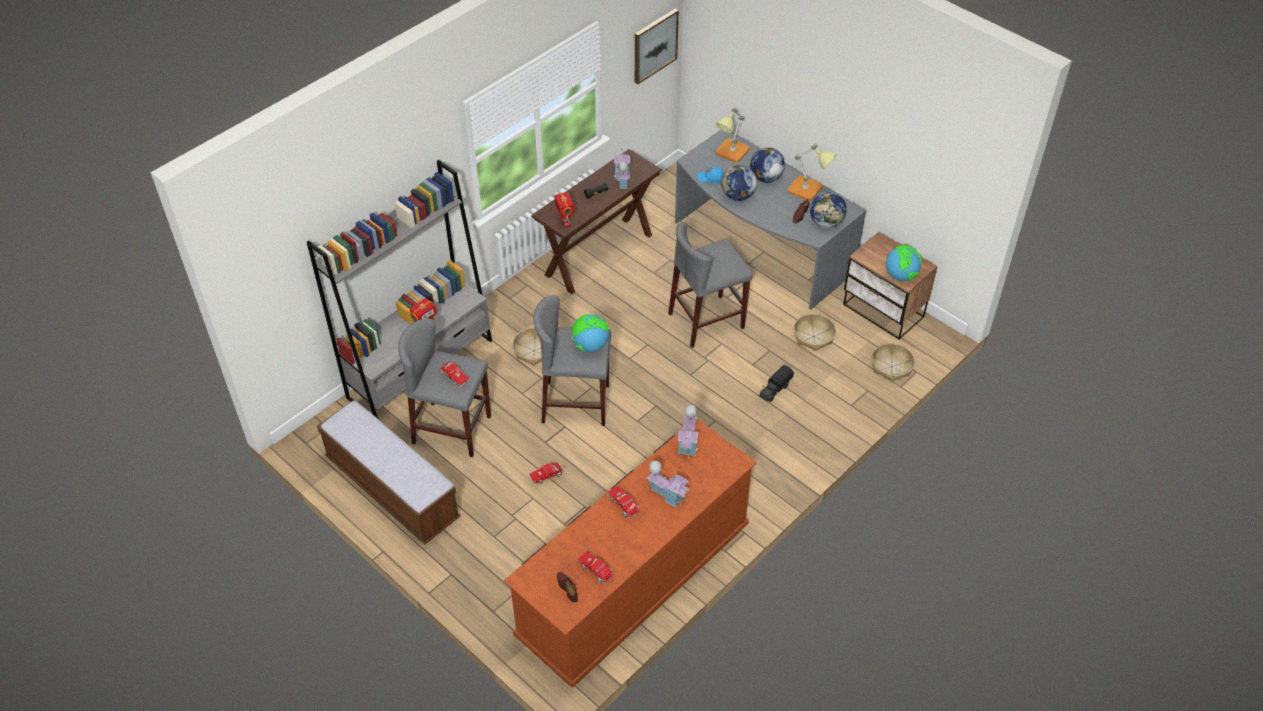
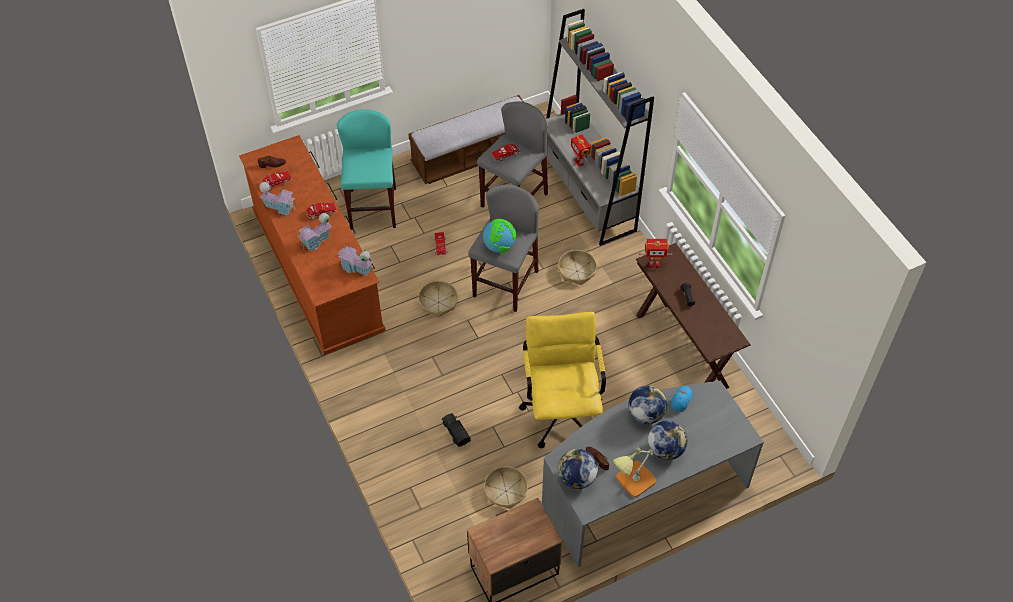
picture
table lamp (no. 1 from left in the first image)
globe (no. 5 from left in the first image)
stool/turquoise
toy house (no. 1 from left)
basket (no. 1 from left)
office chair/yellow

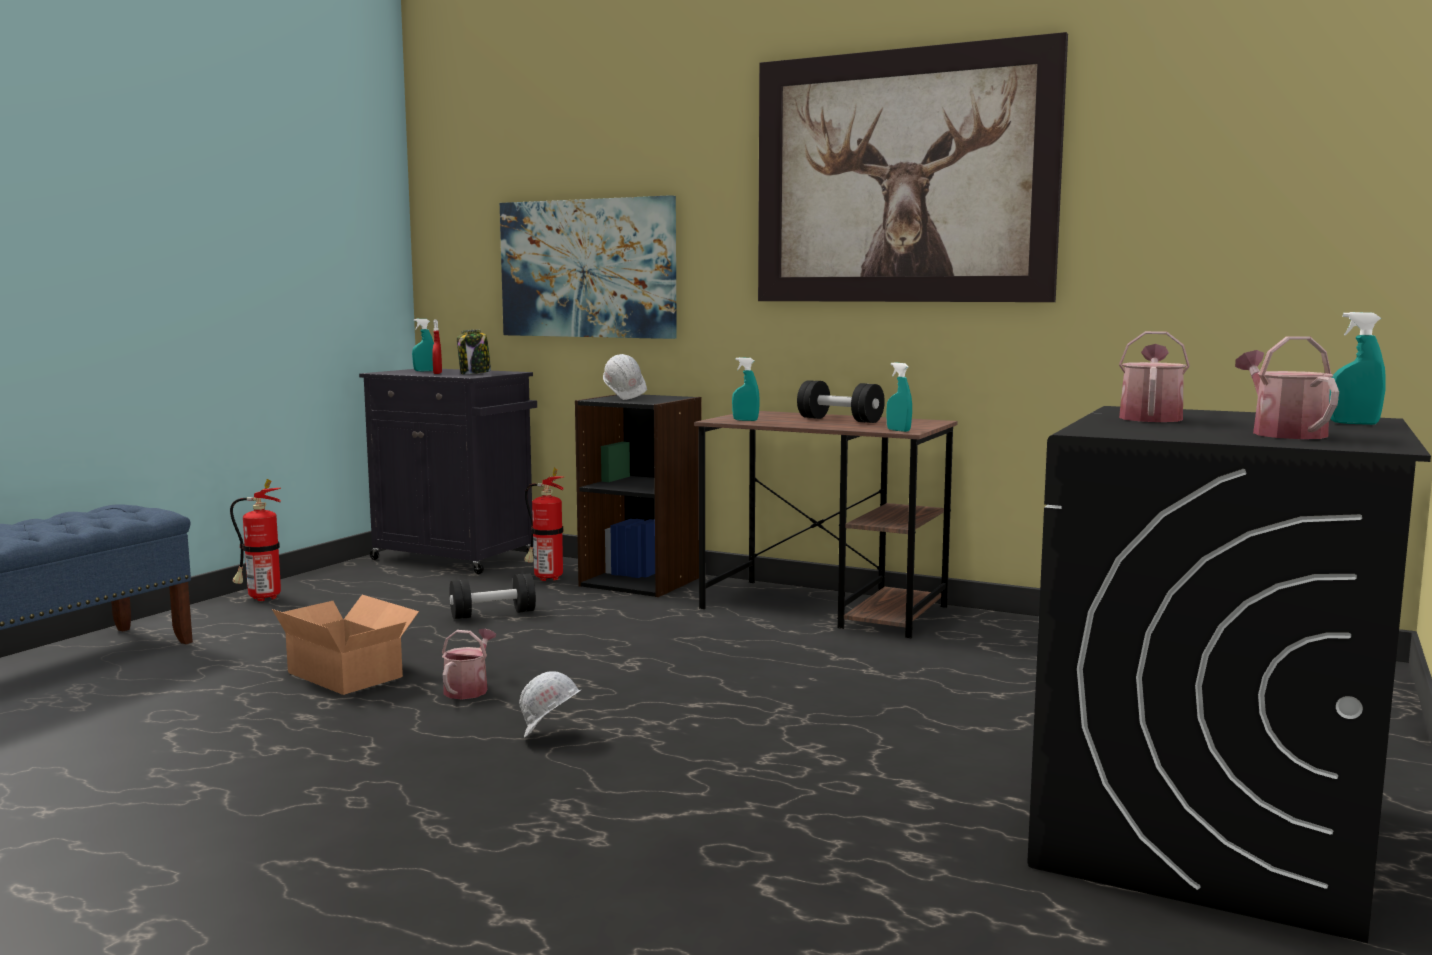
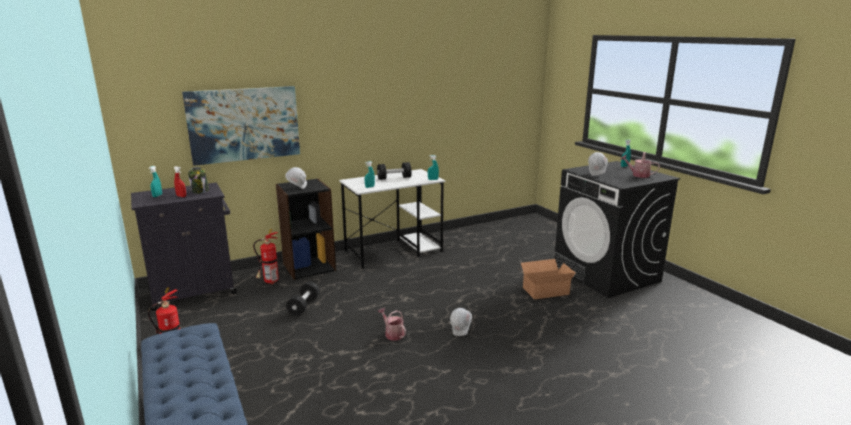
picture (no. 2 from left in the first image)
cardboard box
hard hat/white (no. 3 from left)
desk/white

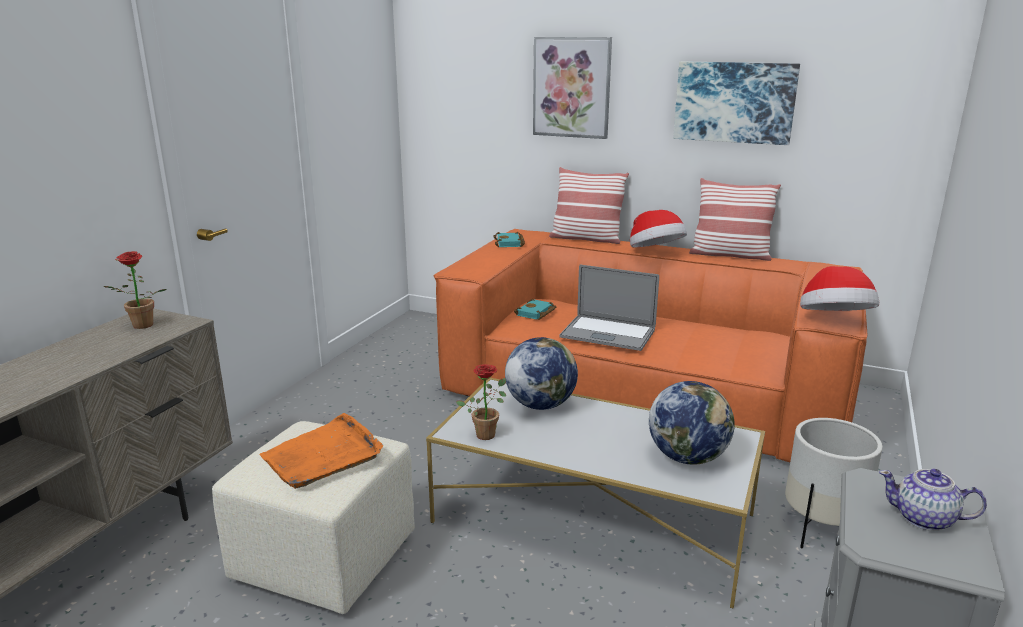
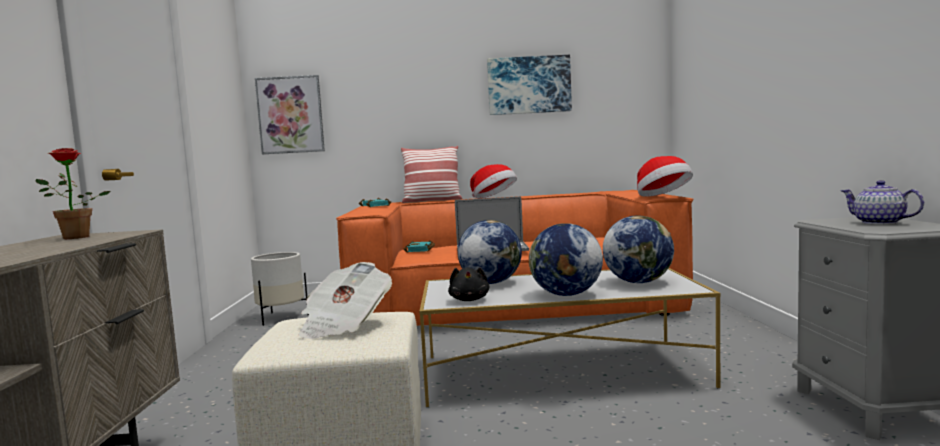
pillow (no. 2 from left in the first image)
globe (no. 2 from left)
picture (no. 1 from left)
planter/white
newspaper
plush toy/black
teapot

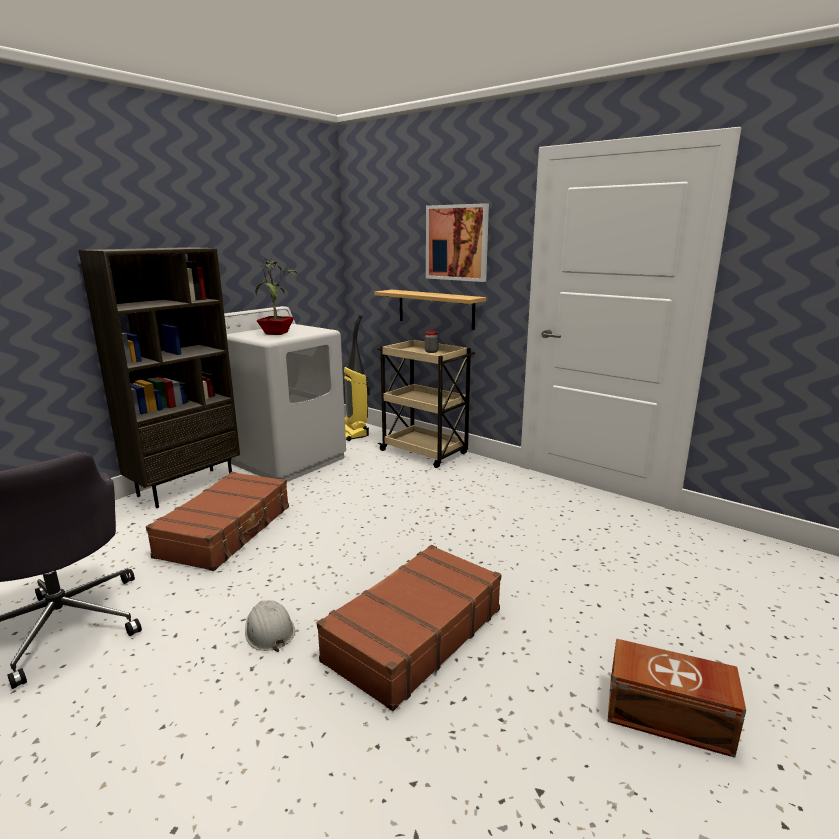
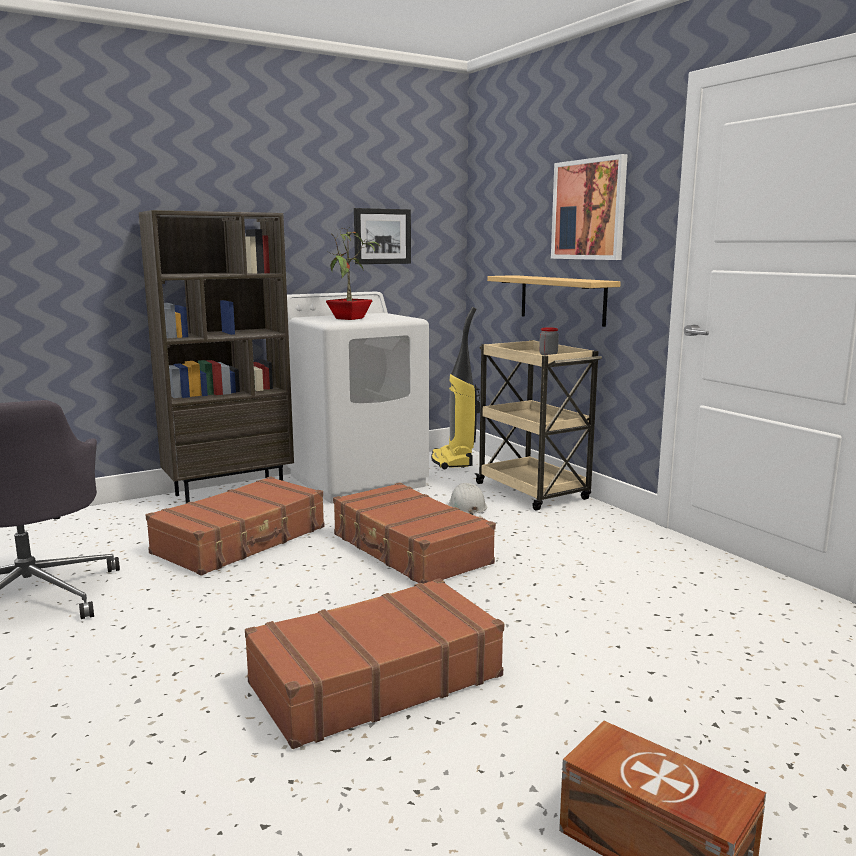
suitcase/brown (no. 3 from left)
picture (no. 1 from left)
hard hat/white

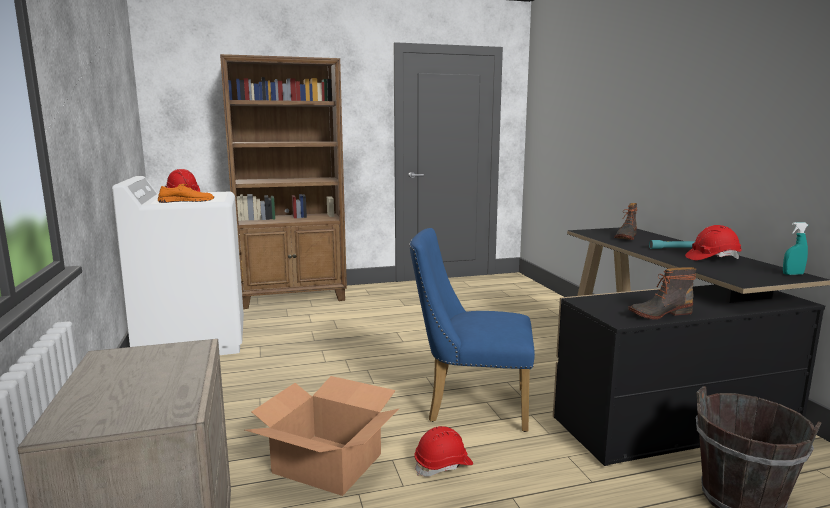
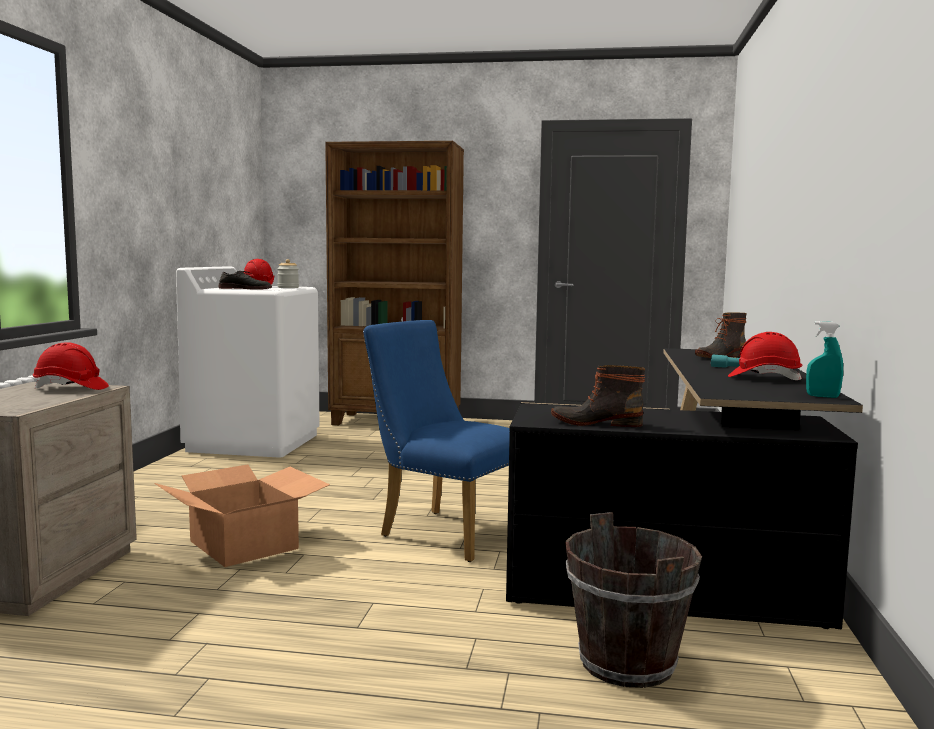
jar
hard hat/red (no. 1 from left)
shoe/grey

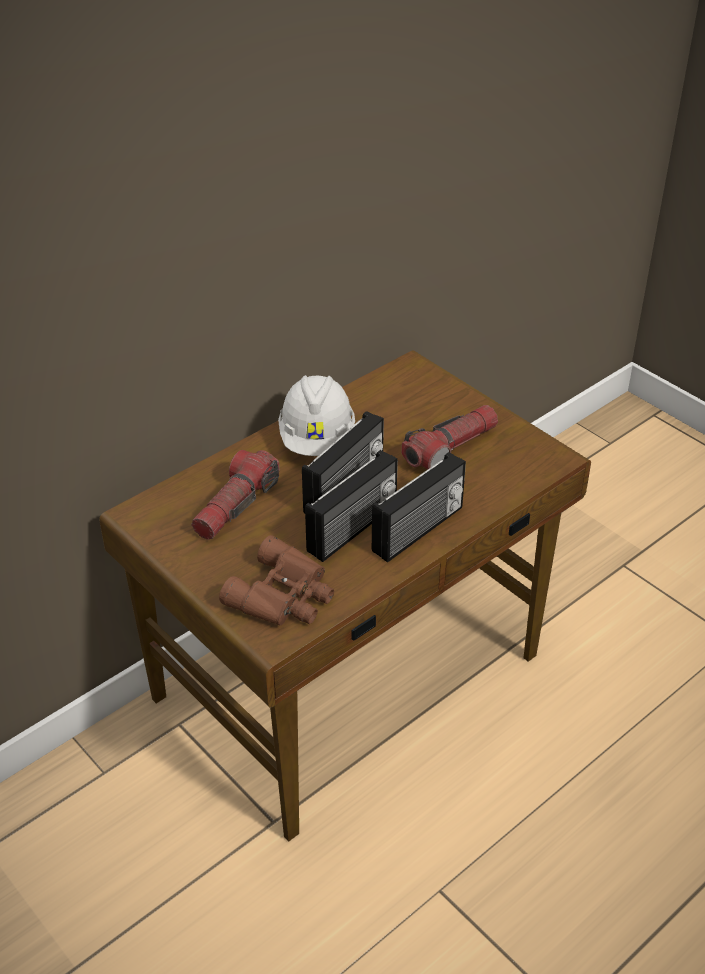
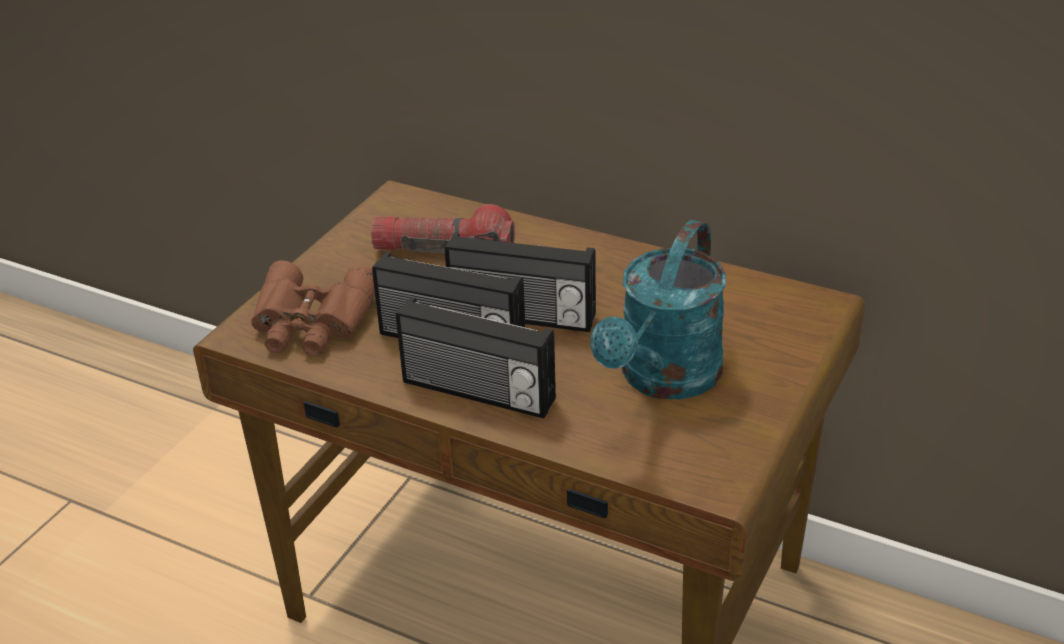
hard hat/white
watering can/turquoise

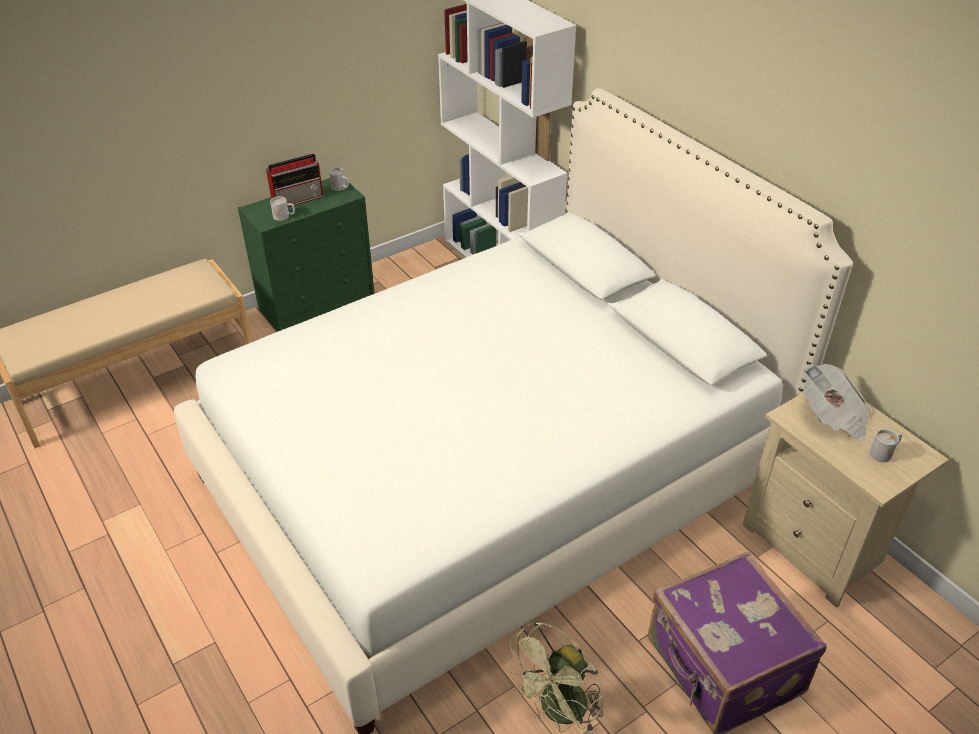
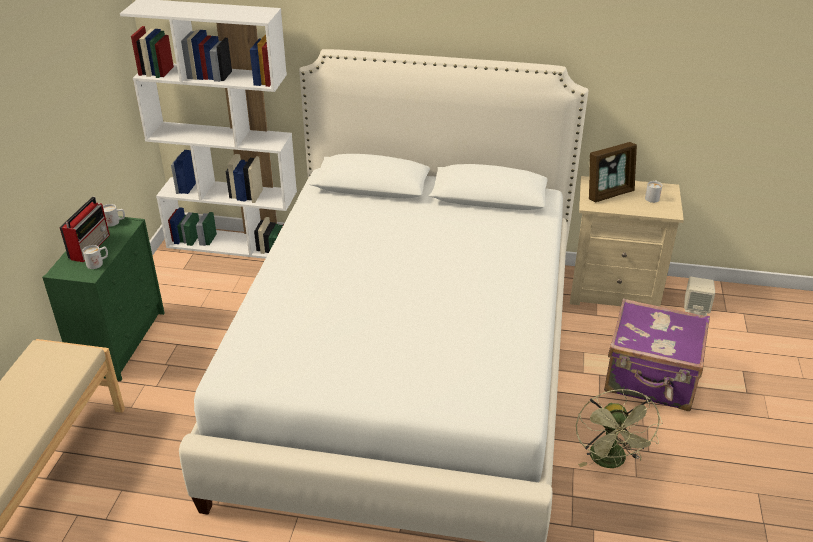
speaker/beige
picture frame

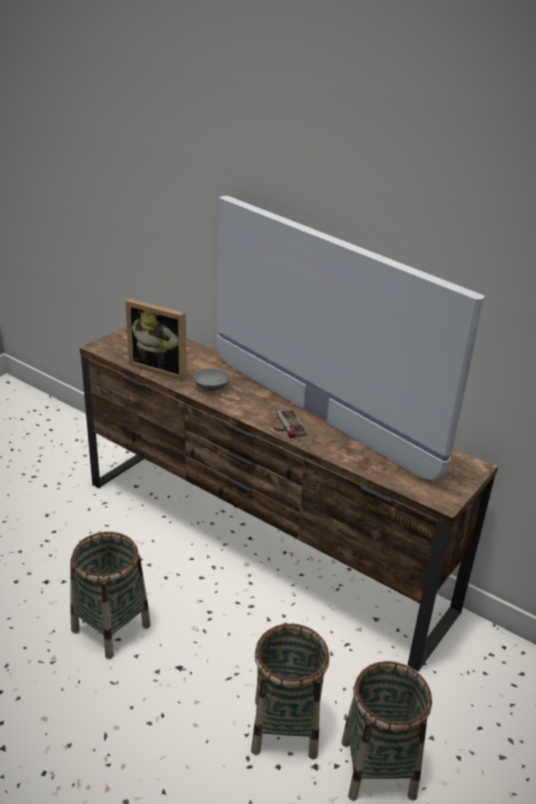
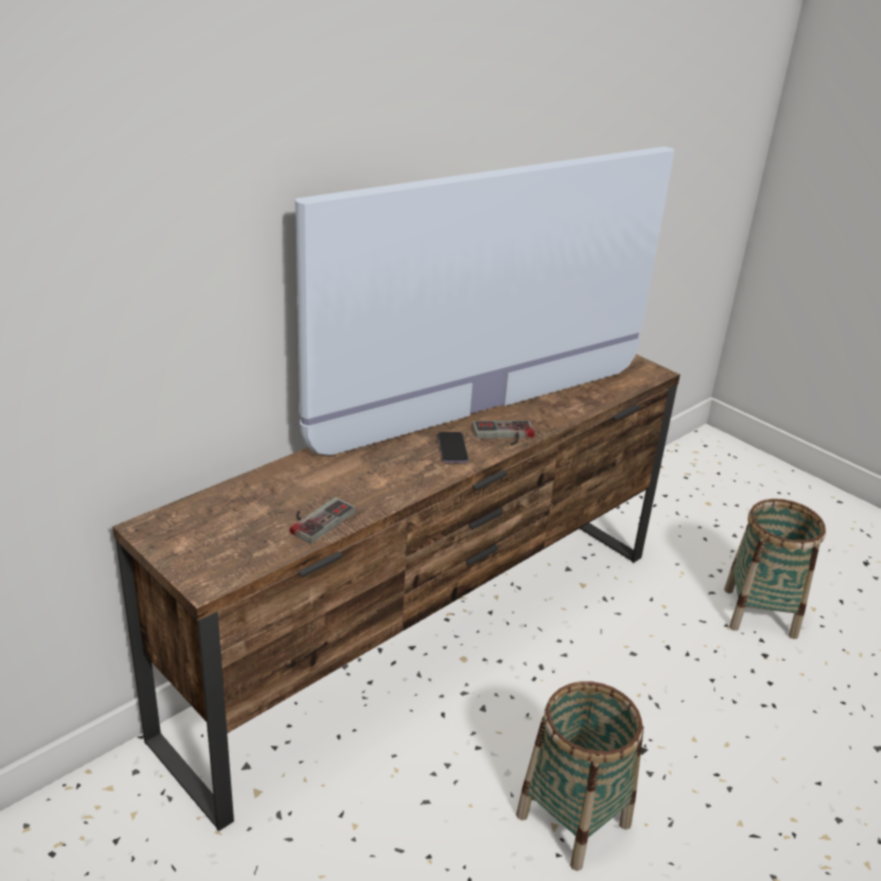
bowl/grey
basket (no. 2 from left in the first image)
phone
game controller (no. 1 from left)

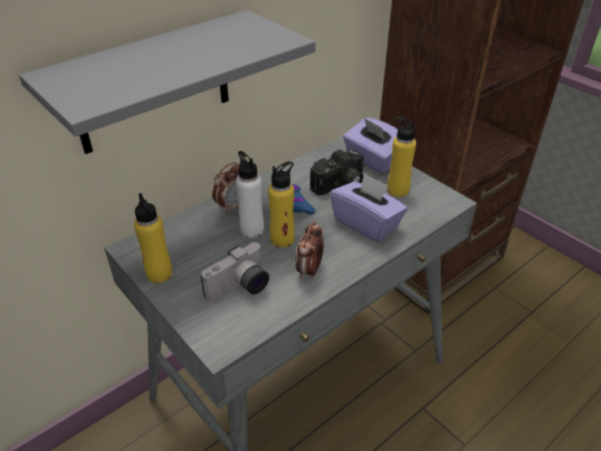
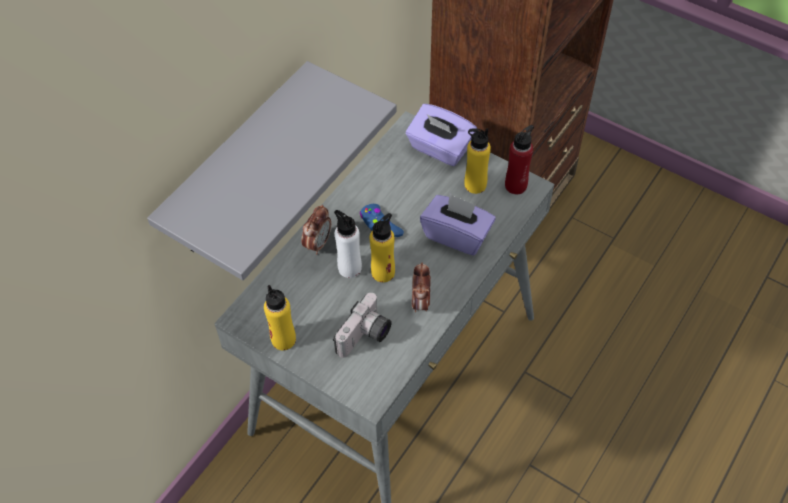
photo camera (no. 2 from left in the first image)
bottle/red

